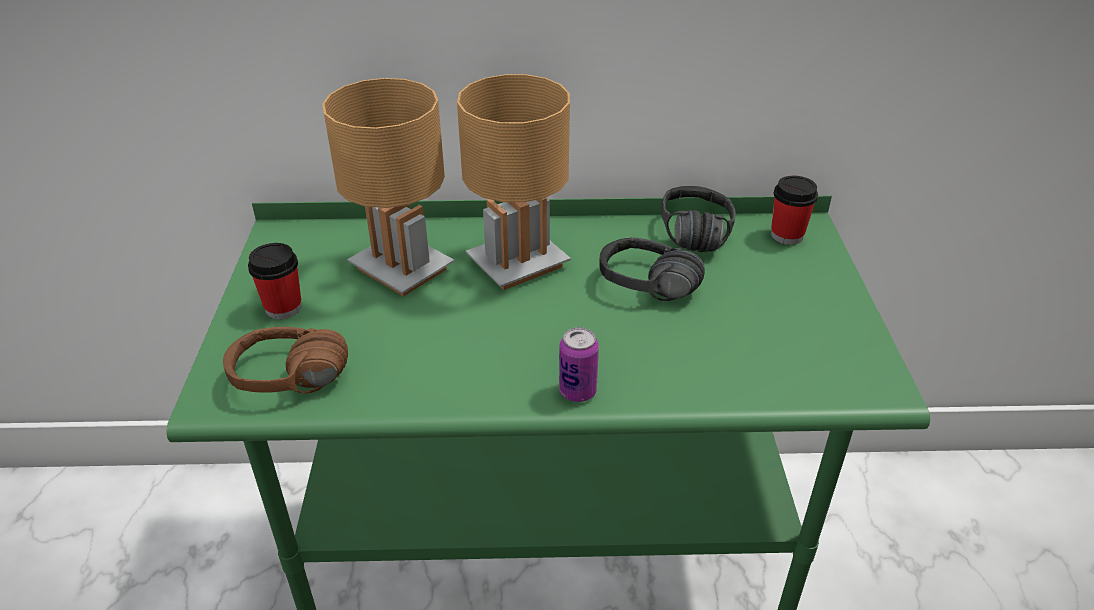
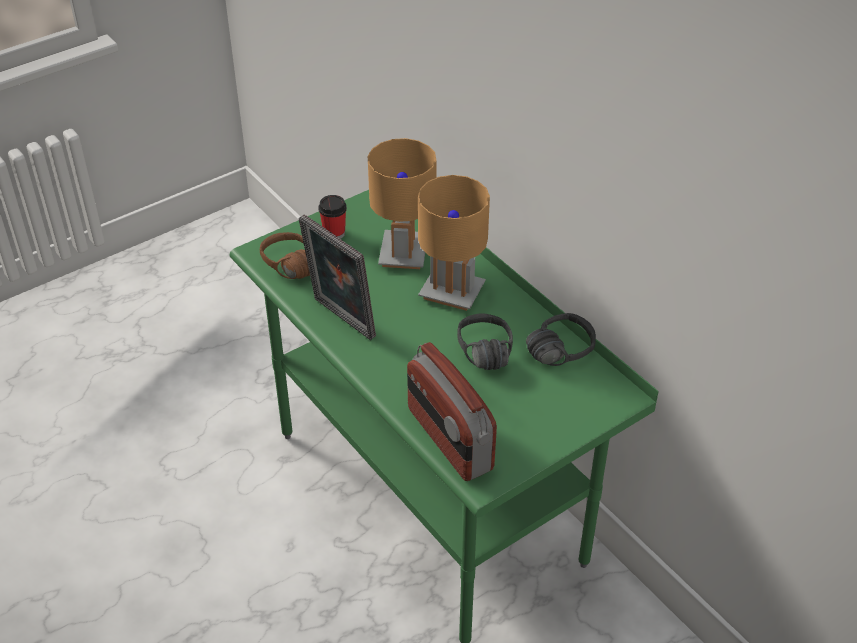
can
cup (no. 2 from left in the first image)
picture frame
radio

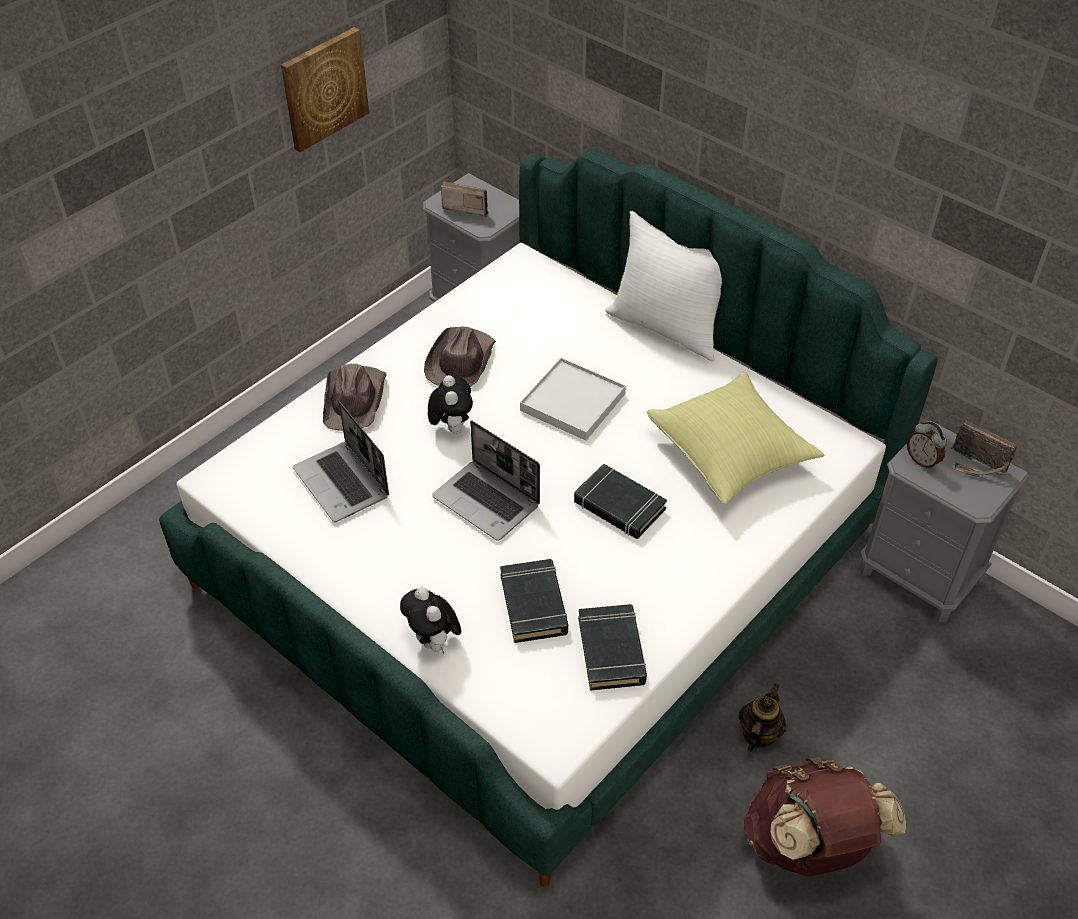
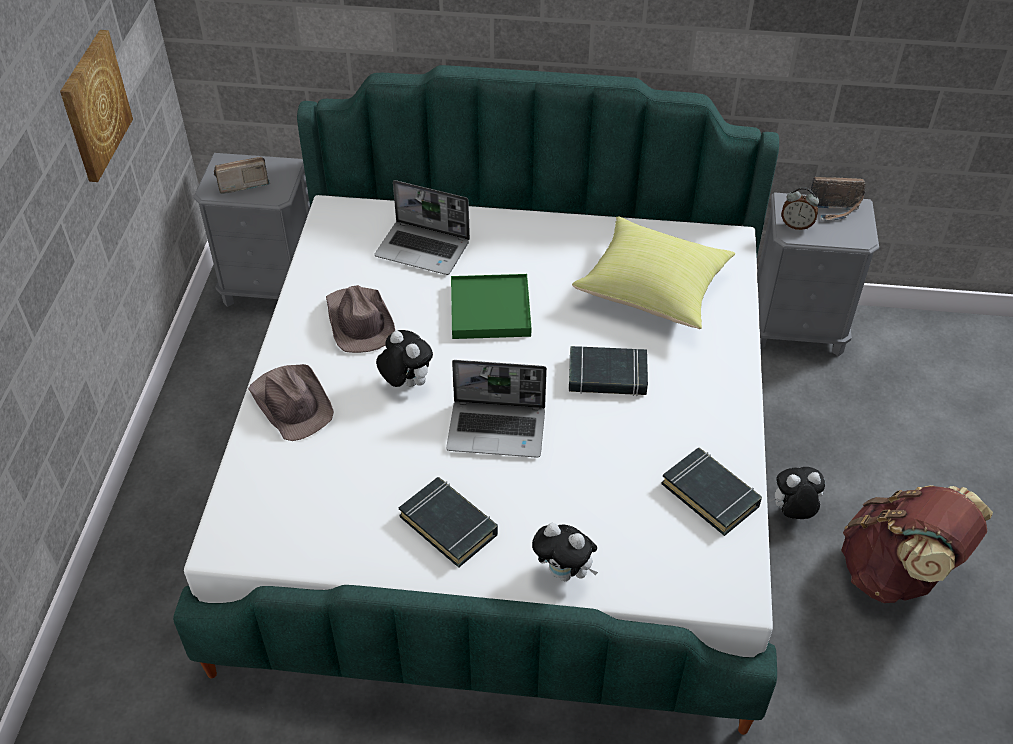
pillow/white
laptop (no. 1 from left)
book/black (no. 1 from left)
plush toy (no. 3 from left)
tray/green

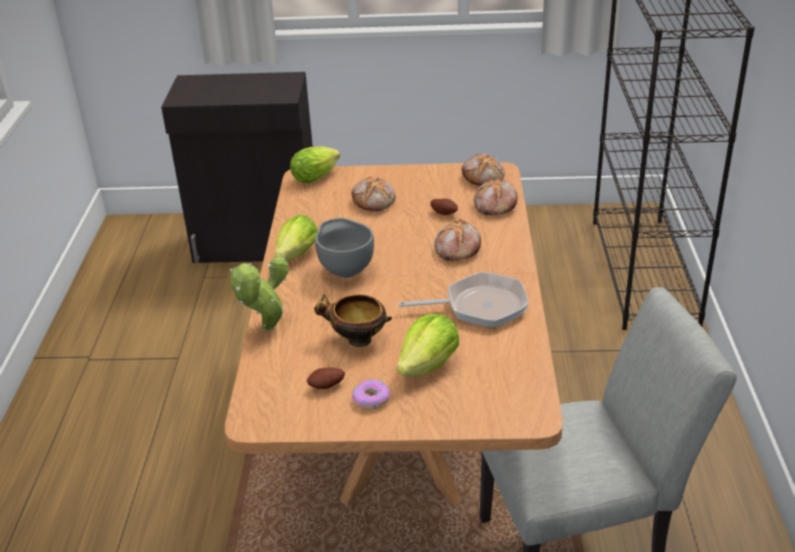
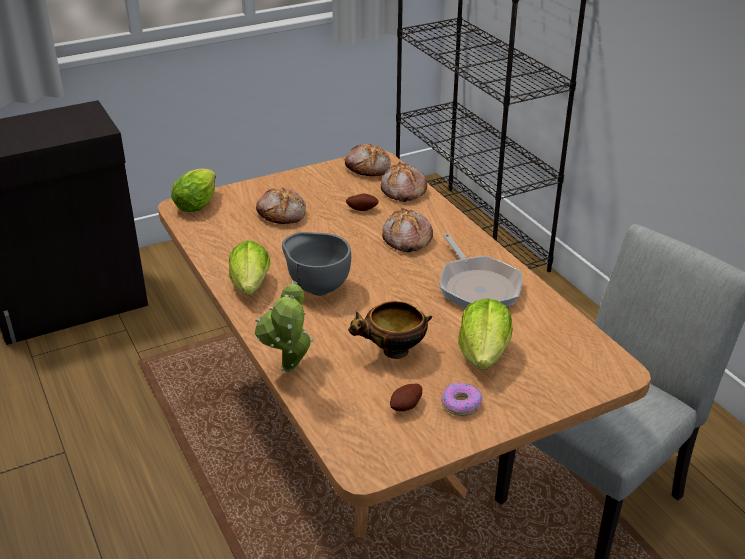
frying pan

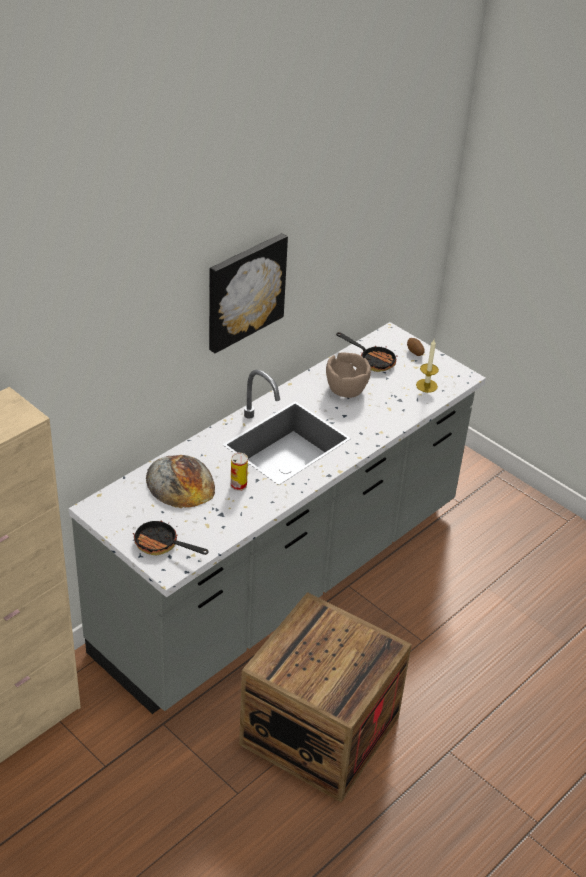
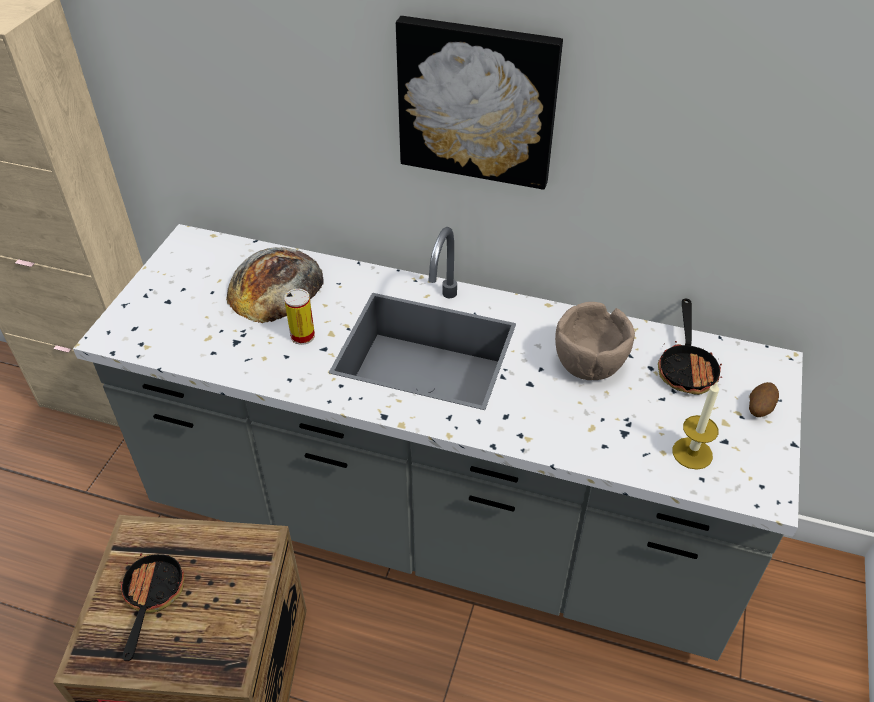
frying pan (no. 1 from left)

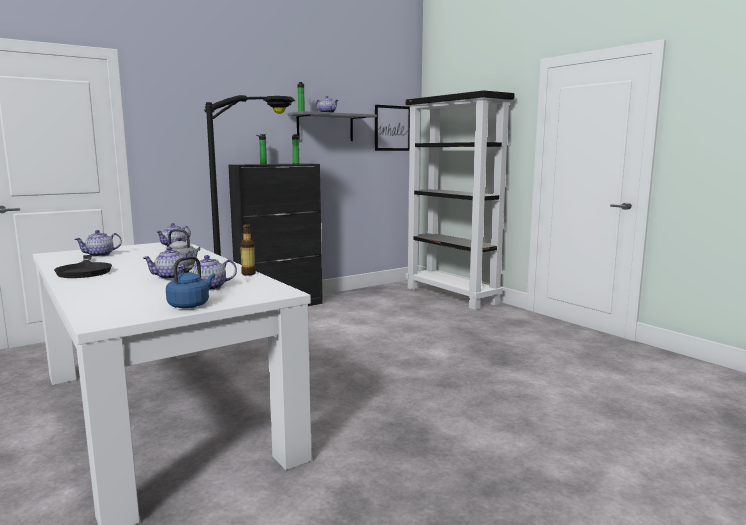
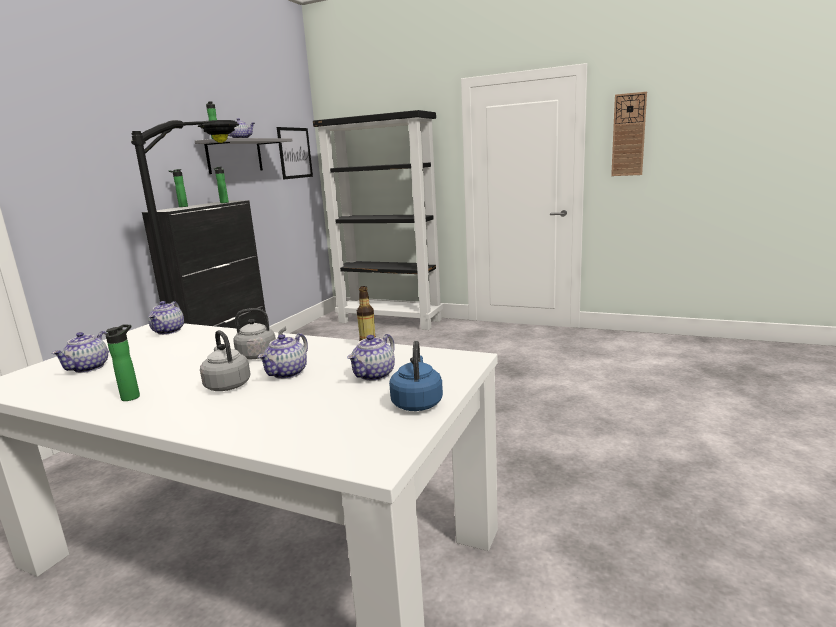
kettle/grey (no. 1 from left)
wall clock
bottle (no. 1 from left)

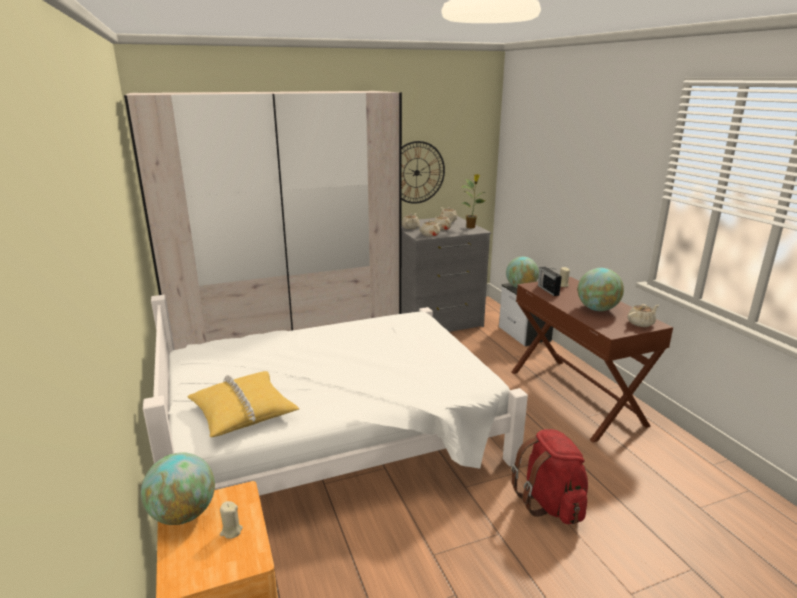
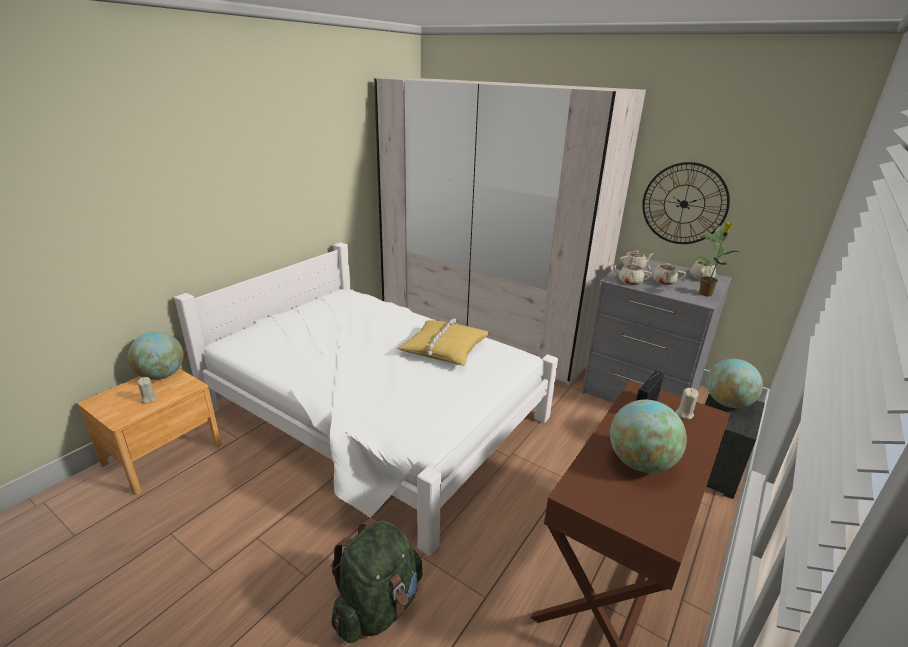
teapot/beige (no. 5 from left in the first image)
pillow/yellow
backpack/green

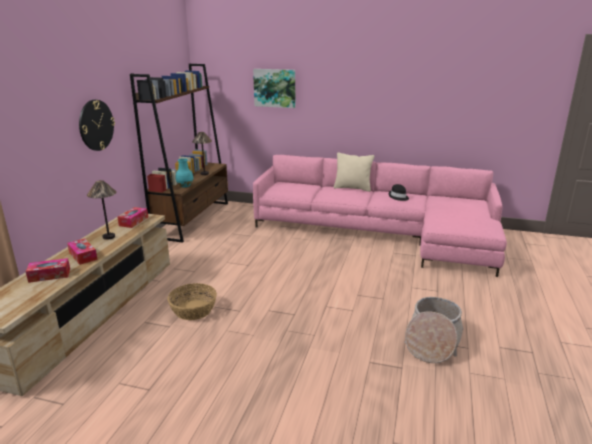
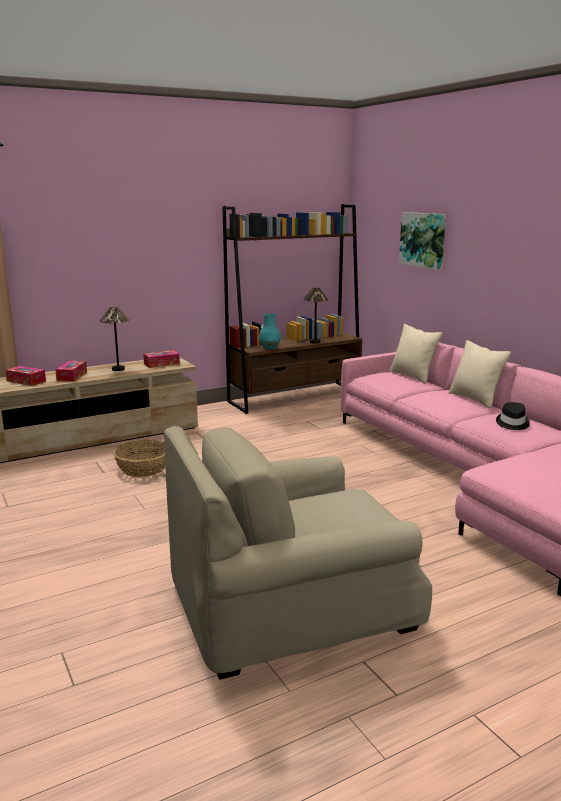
wall clock
pillow/beige (no. 1 from left)
armchair/beige

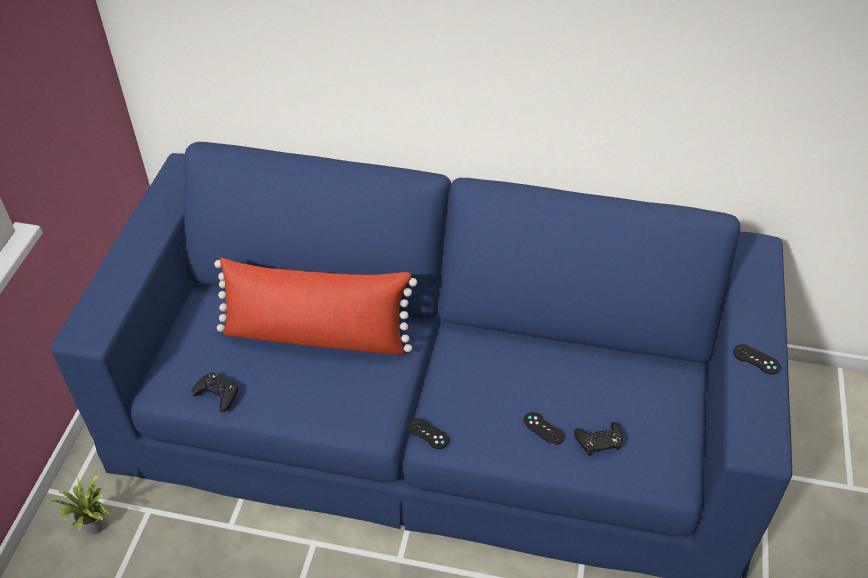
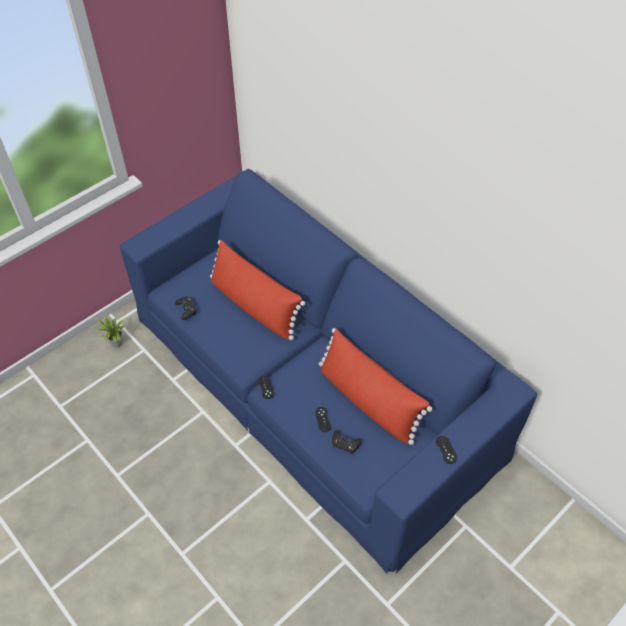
pillow/red (no. 2 from left)

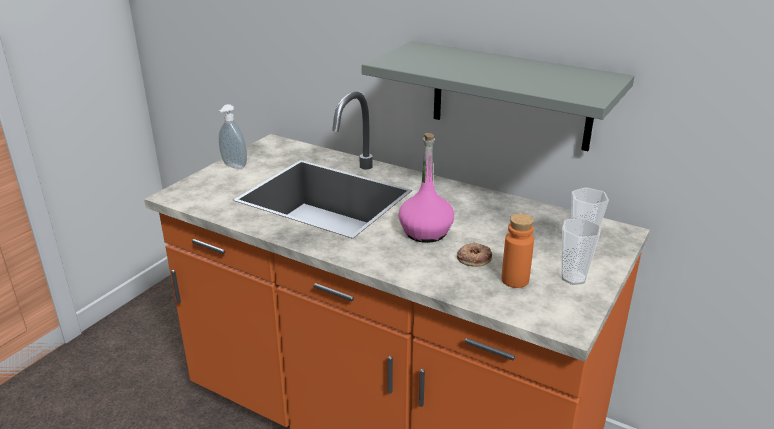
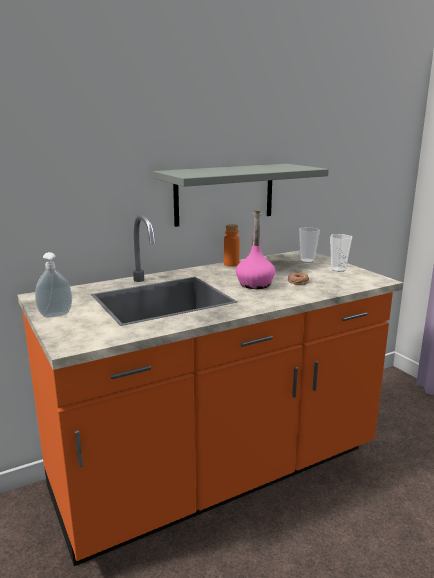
bottle/orange

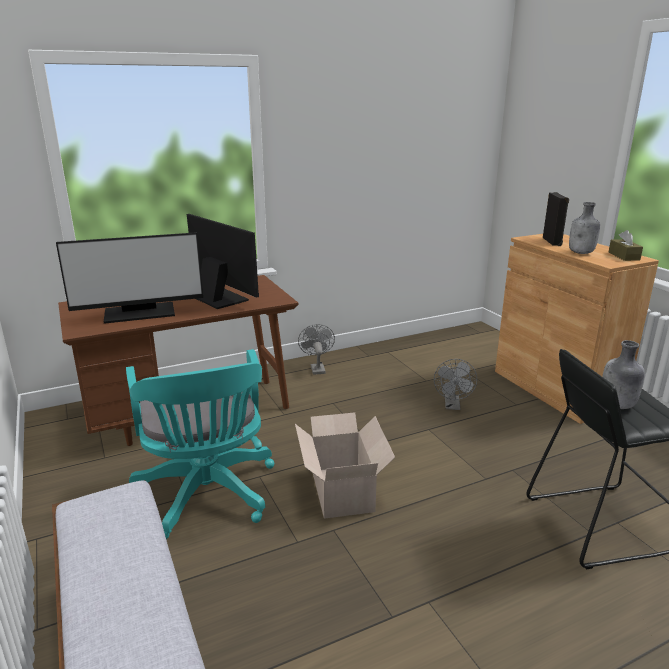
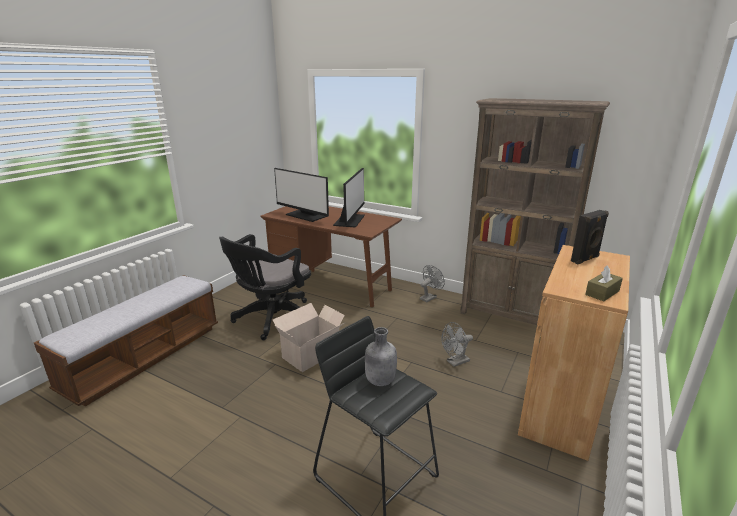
bottle/grey (no. 1 from left in the first image)
bookcase/brown
office chair/black

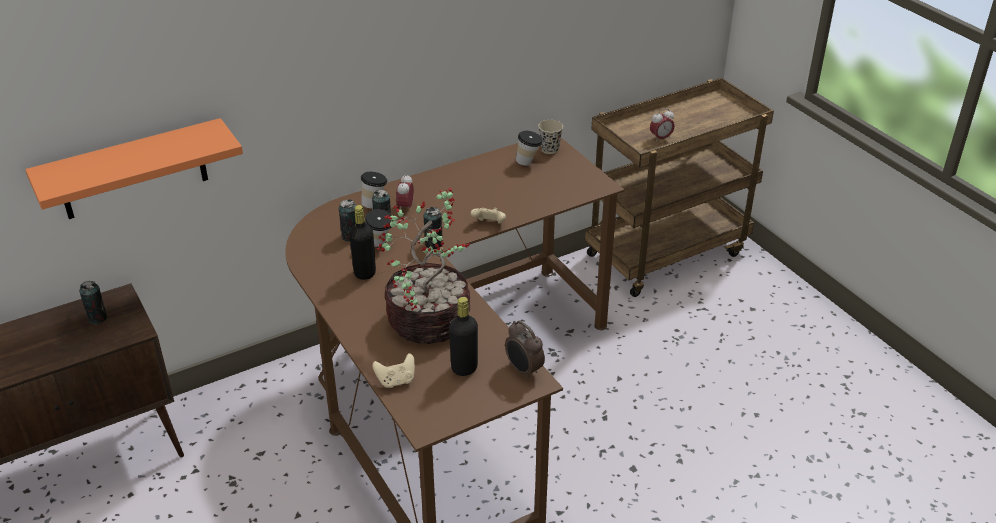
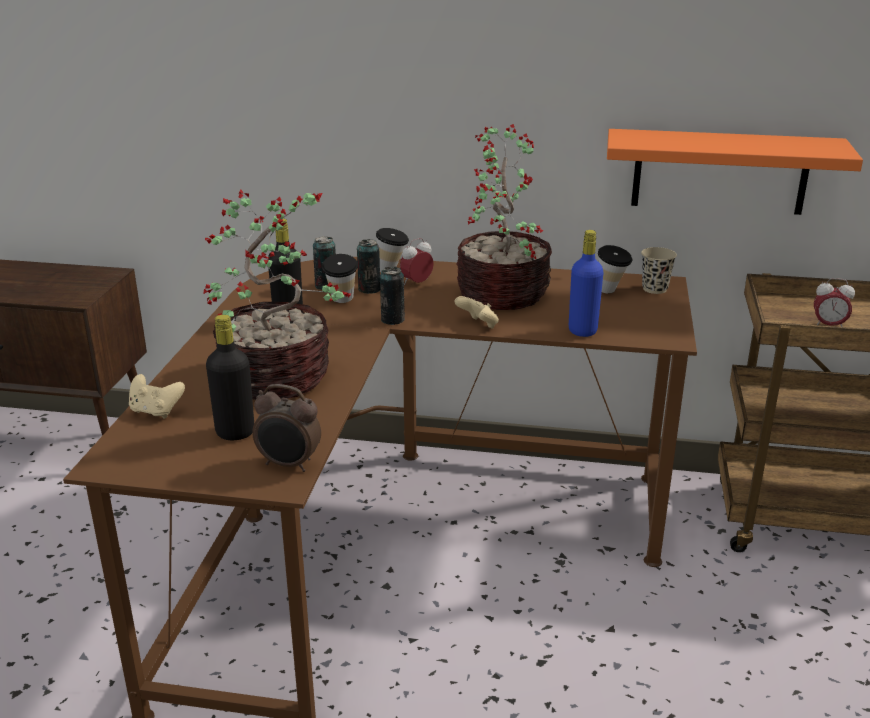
can (no. 1 from left in the first image)
potted plant (no. 2 from left)
bottle/blue
shelf/orange
alarm clock (no. 1 from left)

